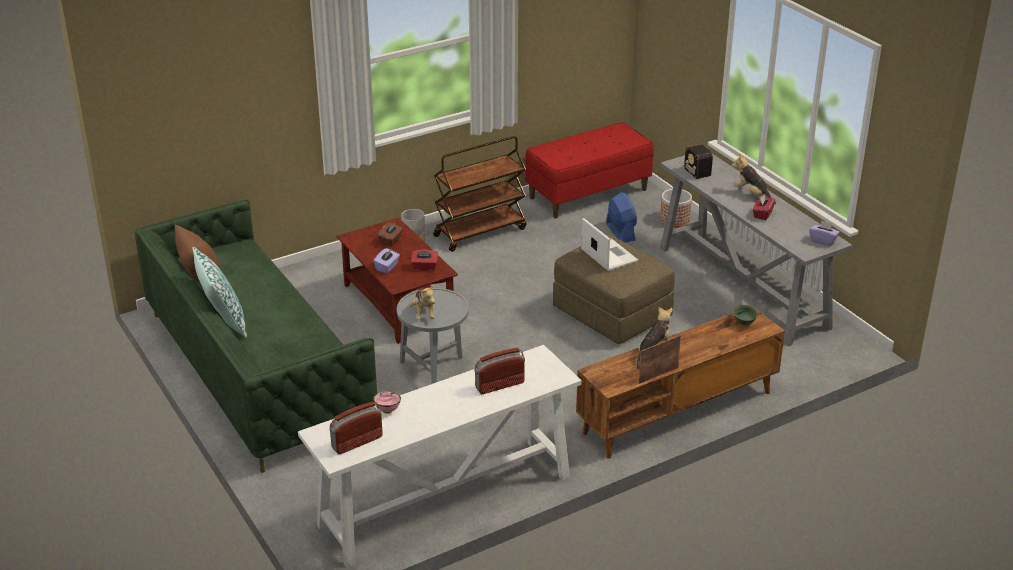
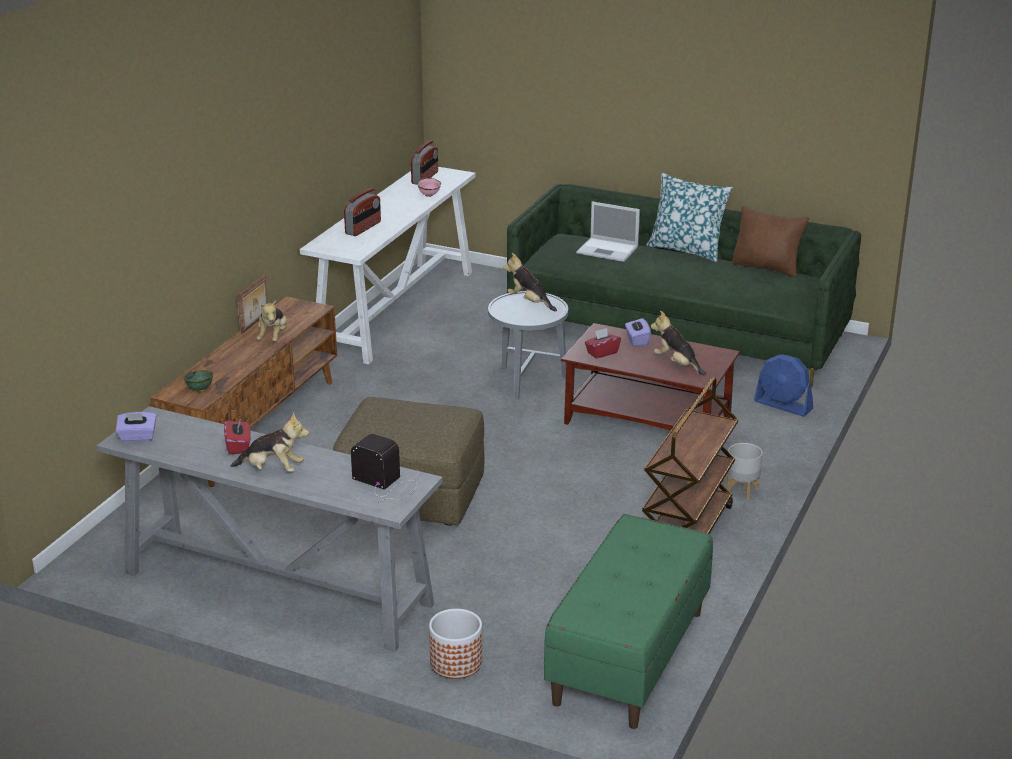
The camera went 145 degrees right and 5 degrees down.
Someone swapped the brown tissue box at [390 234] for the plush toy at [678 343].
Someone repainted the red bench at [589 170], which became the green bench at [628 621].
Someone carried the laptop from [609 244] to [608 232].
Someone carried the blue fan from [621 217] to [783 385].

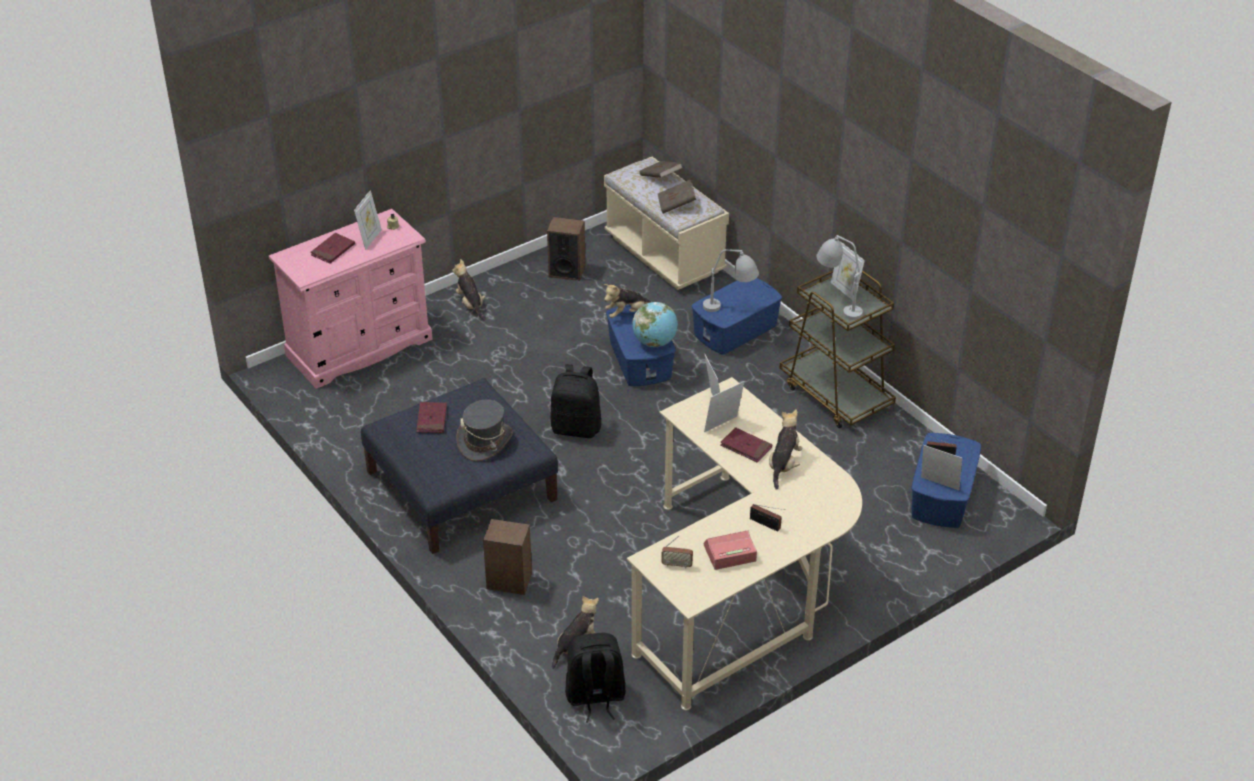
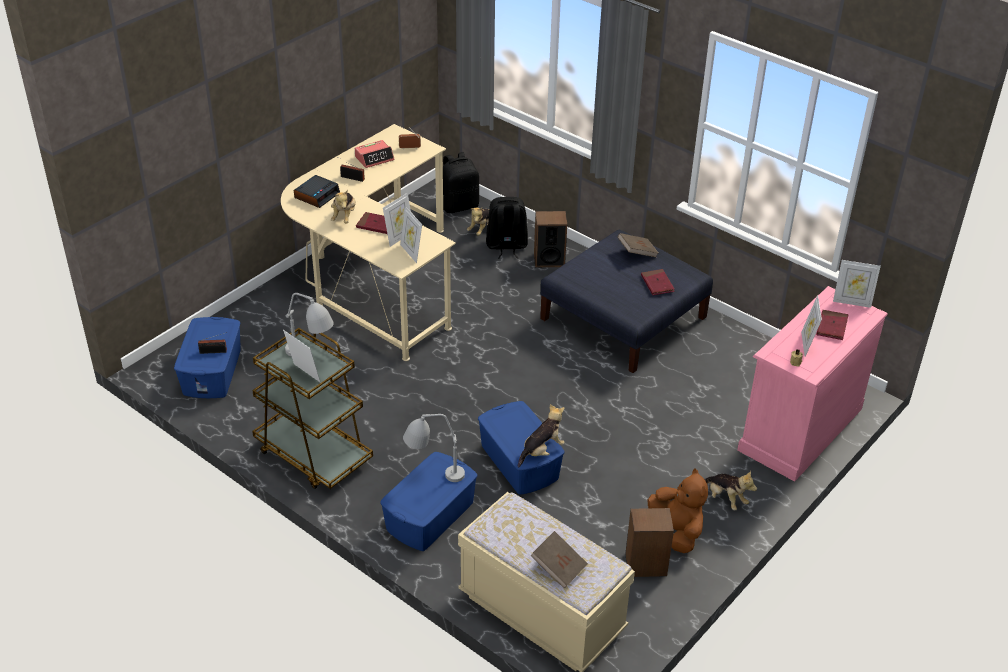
The camera went 165 degrees right and 0 degrees up.
Someone took away the grey hat at [484 430].
Someone carried the black backpack from [576 401] to [507 228].
Someone took away the globe at [655 324].
Someone carried the brown book from [677 197] to [637 245].
Someone carried the picture frame from [941 467] to [857 284].
Someone put down the alarm clock at [317 191].
Someone put down the brown plush toy at [678 510].

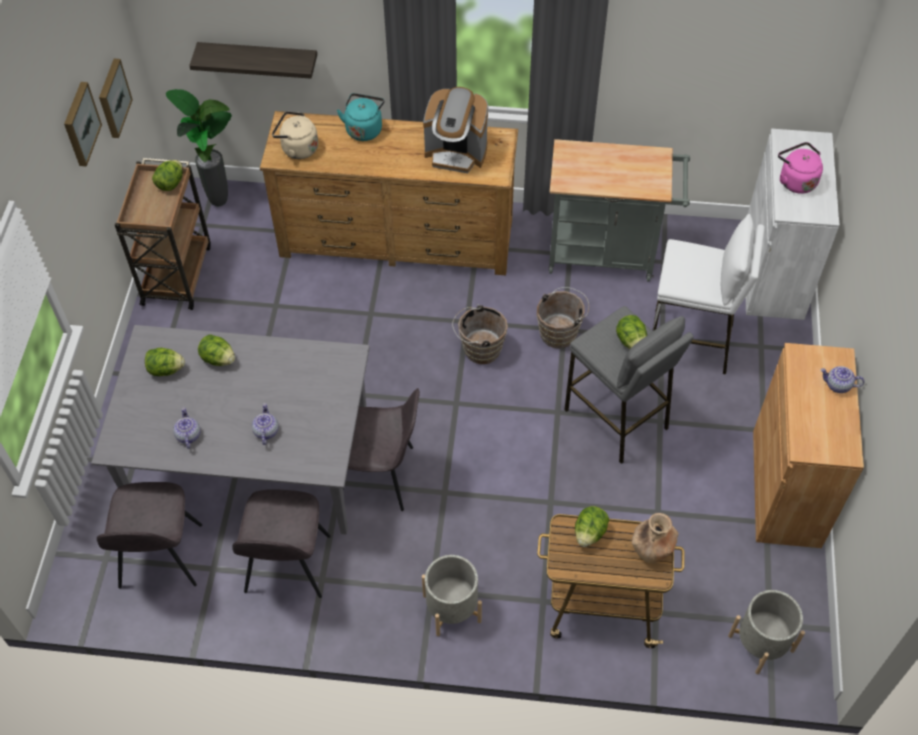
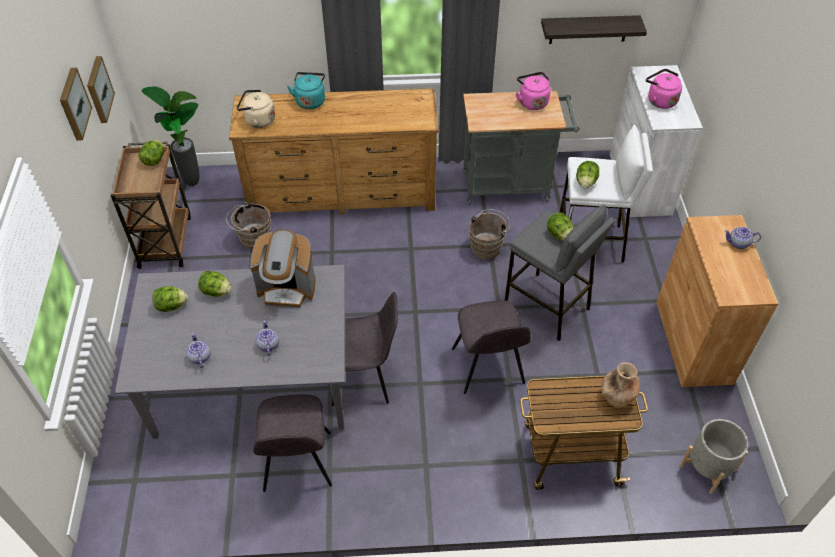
The camera went 10 degrees left and 5 degrees down.
Someone carried the grey chair from [149 535] to [491 347].
Someone carried the shelf from [253 60] to [594 29].
Someone took away the grey planter at [452 595].
Someone carried the coffee machine from [455 130] to [282 269].
Someone carried the brown bucket from [480 334] to [248 226].
Someone carried the lettuce from [592 526] to [587 174].
Someone put down the pink kettle at [533 91].

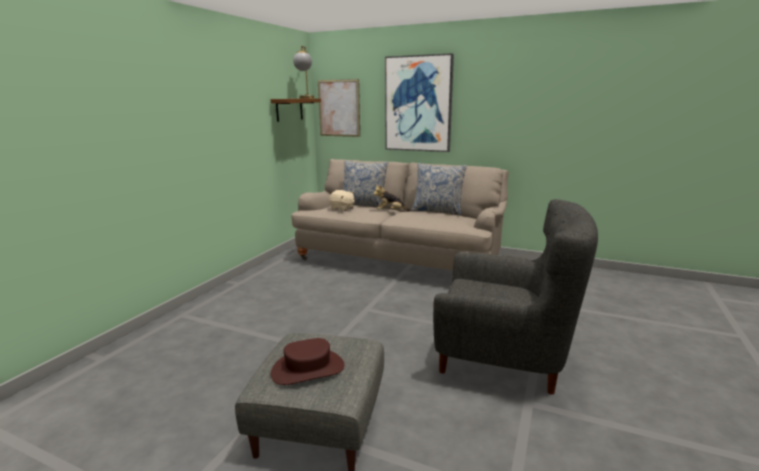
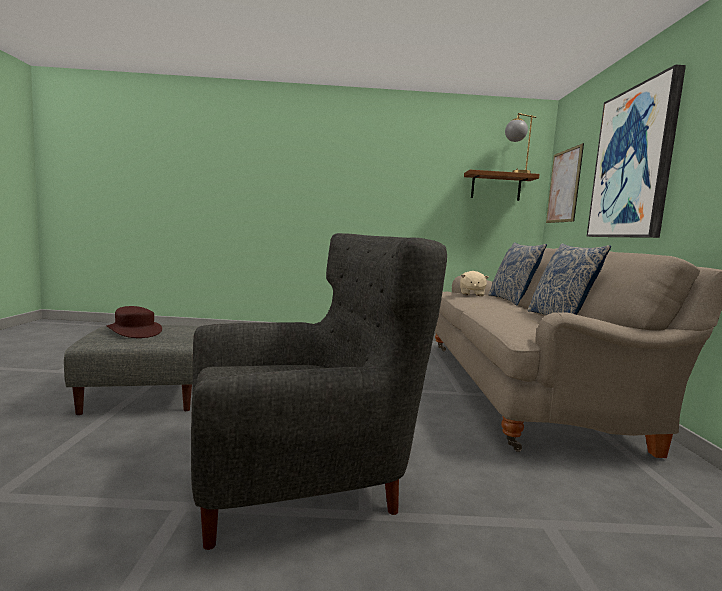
The camera went 65 degrees right and 10 degrees down.
Someone took away the plush toy at [391 198].
Someone rotated the grey armchair at [515 297] by 105 degrees counterclockwise.

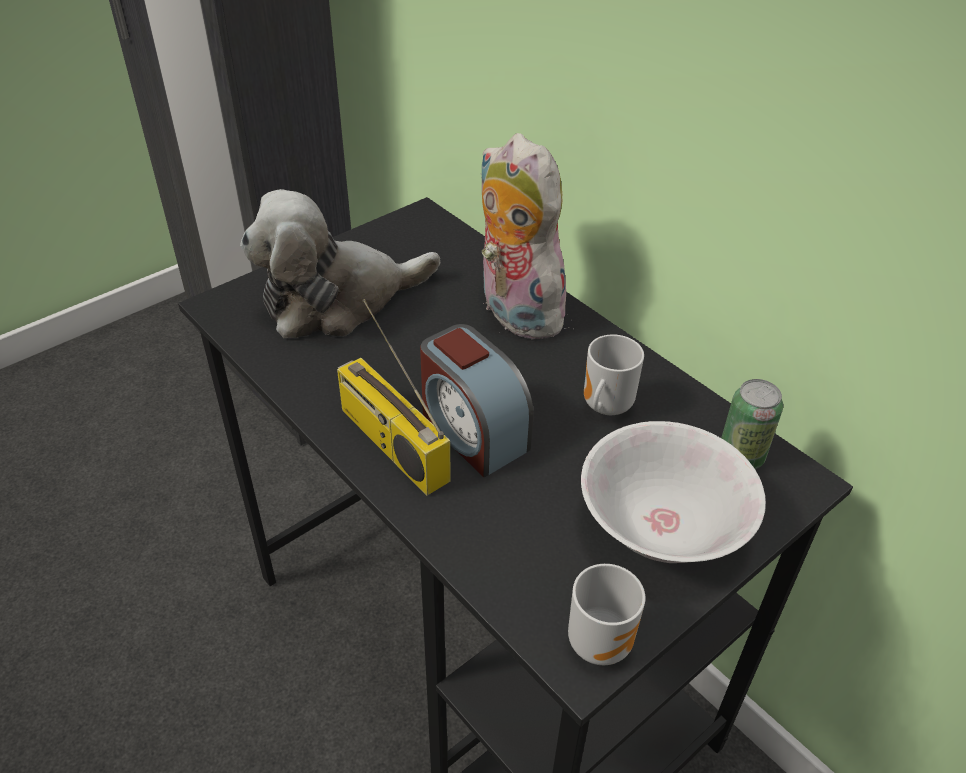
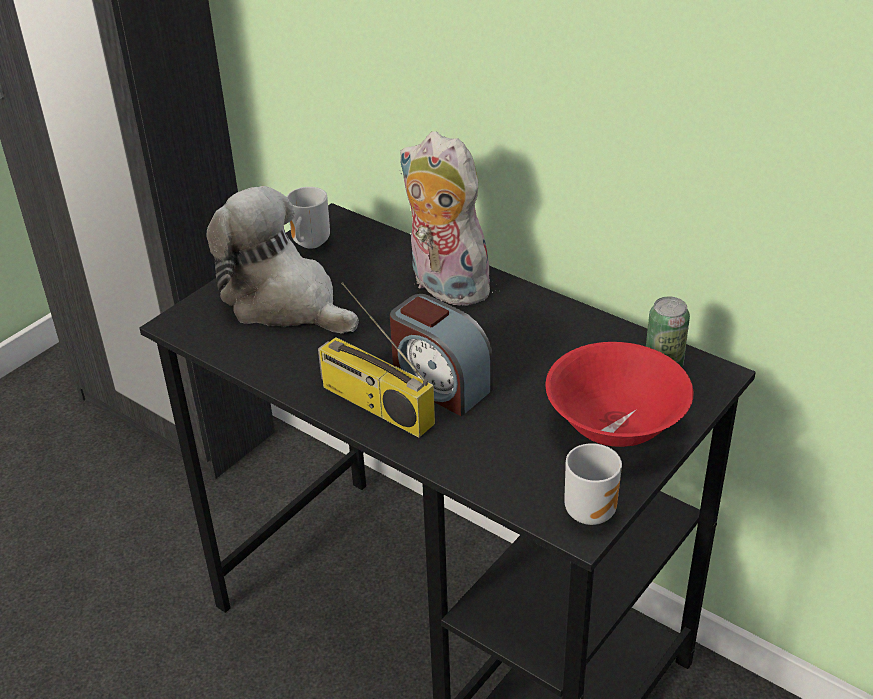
The camera went 10 degrees left and 5 degrees down.
Someone rotated the plush toy at [340 263] by 75 degrees clockwise.
Someone repainted the white bowl at [673 492], which became the red bowl at [619 394].
Someone carried the mug from [614 374] to [308 218].

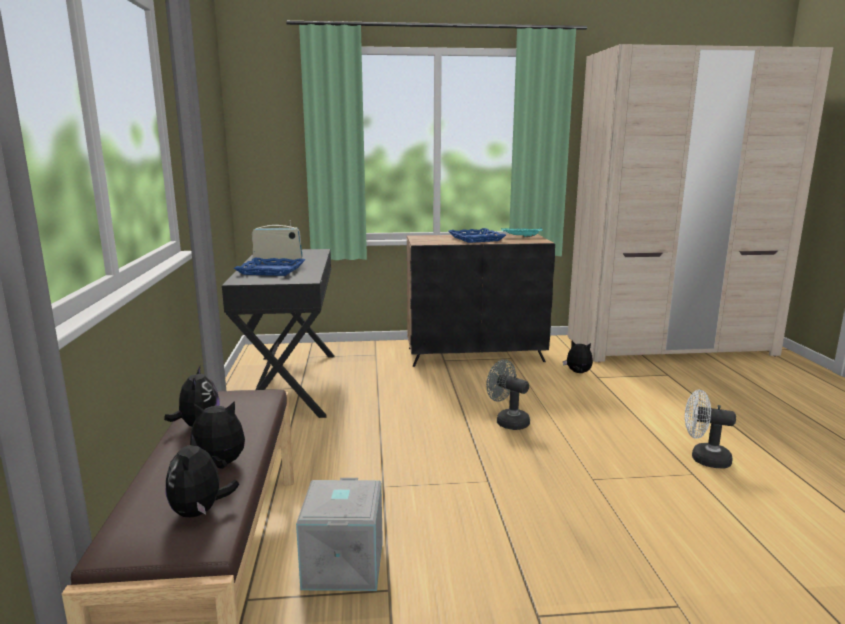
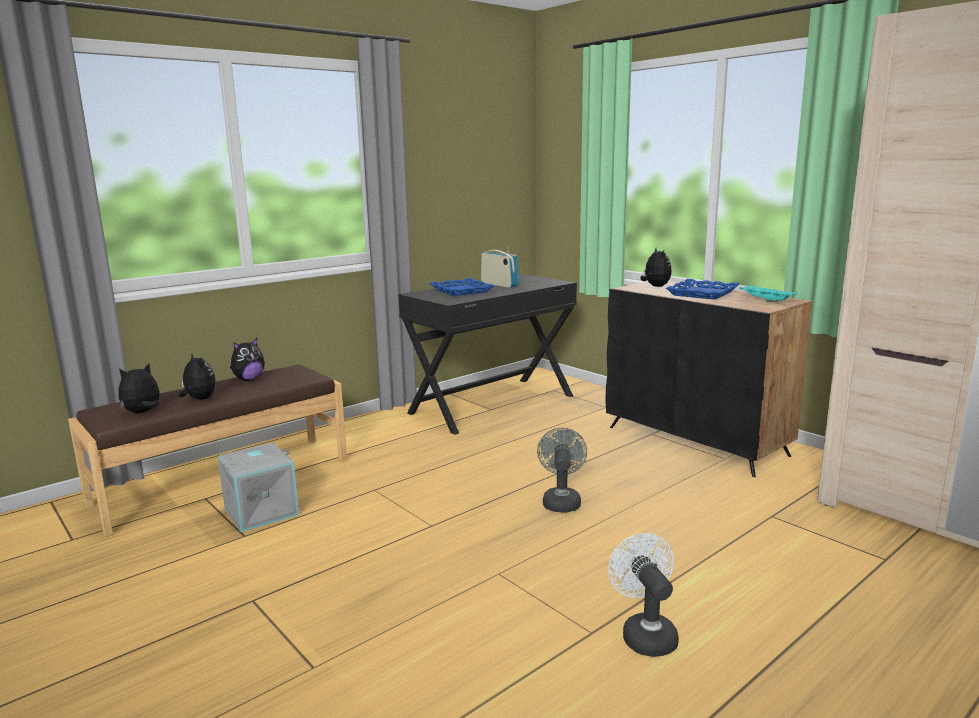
The camera went 55 degrees right and 0 degrees up.
Someone carried the plush toy from [578 357] to [656 267].

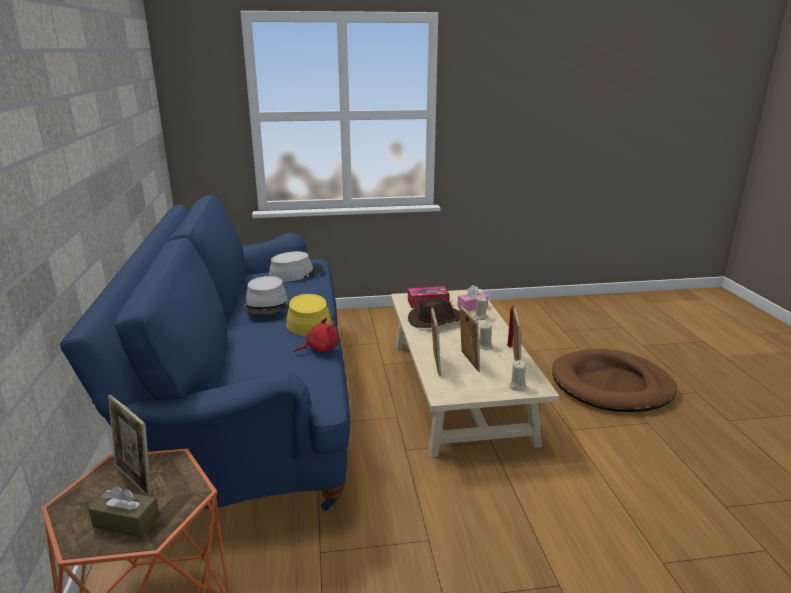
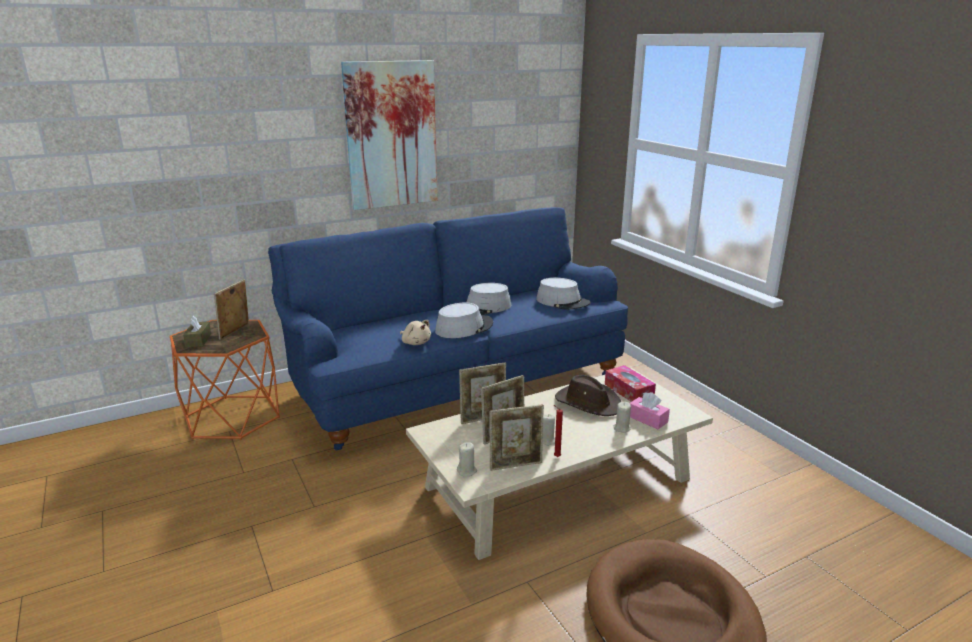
The camera went 70 degrees right and 0 degrees up.
Someone repainted the yellow hat at [309 315], which became the grey hat at [464 320].
Someone repainted the red plush toy at [316 335], which became the beige plush toy at [415 332].
Someone put up the picture at [389 135].

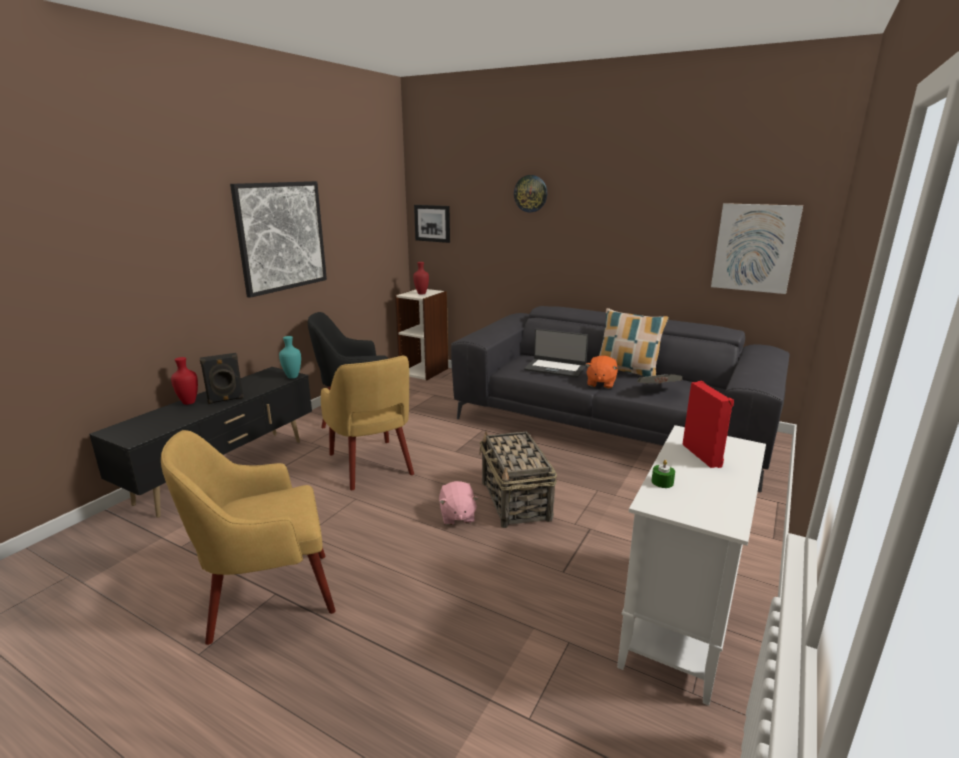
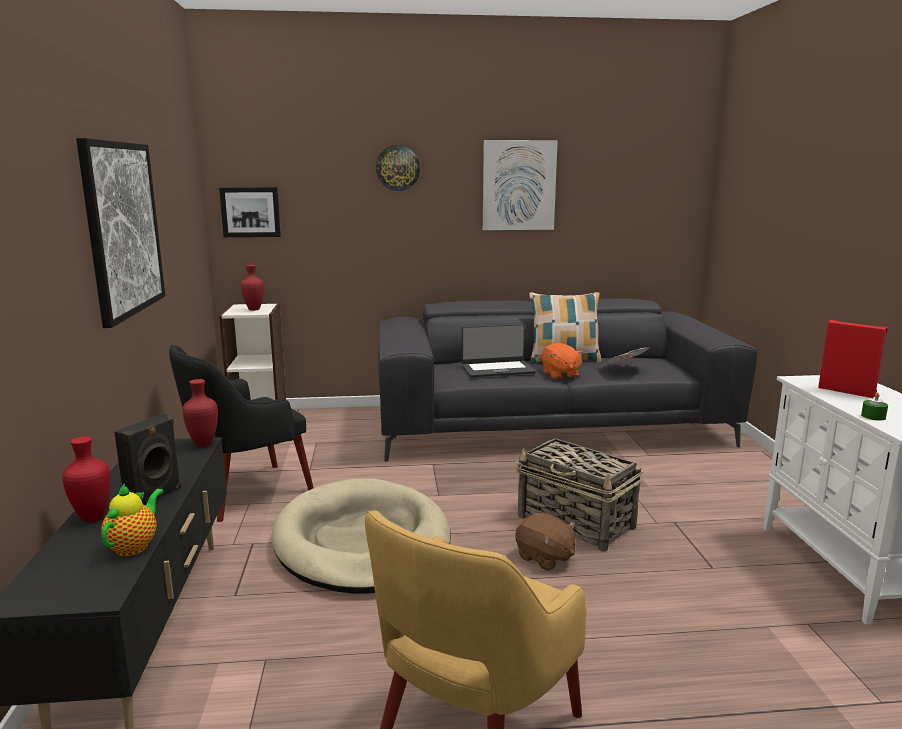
The camera went 35 degrees left and 5 degrees down.
Someone repainted the turquoise vase at [290 357], which became the red vase at [200 413].
Someone swapped the yellow armchair at [367 423] for the beige dog bed at [361 536].
Someone repainted the pink plush toy at [459 503], which became the brown plush toy at [545 542].
Someone carried the picture from [757 248] to [520 185].
Someone put down the teapot at [132 520].

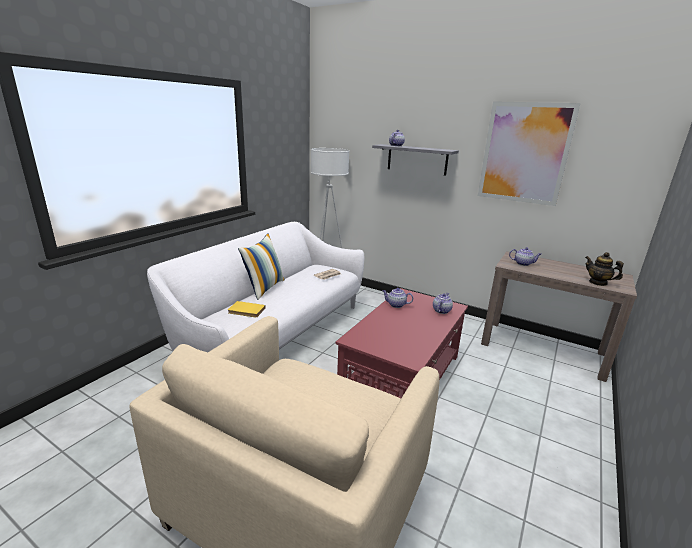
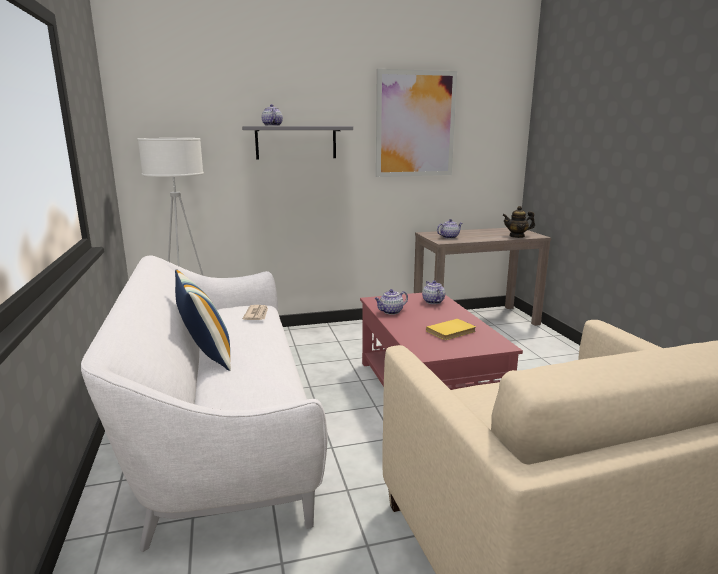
The camera went 45 degrees left and 5 degrees down.
Someone carried the yellow book from [247 309] to [451 329].

